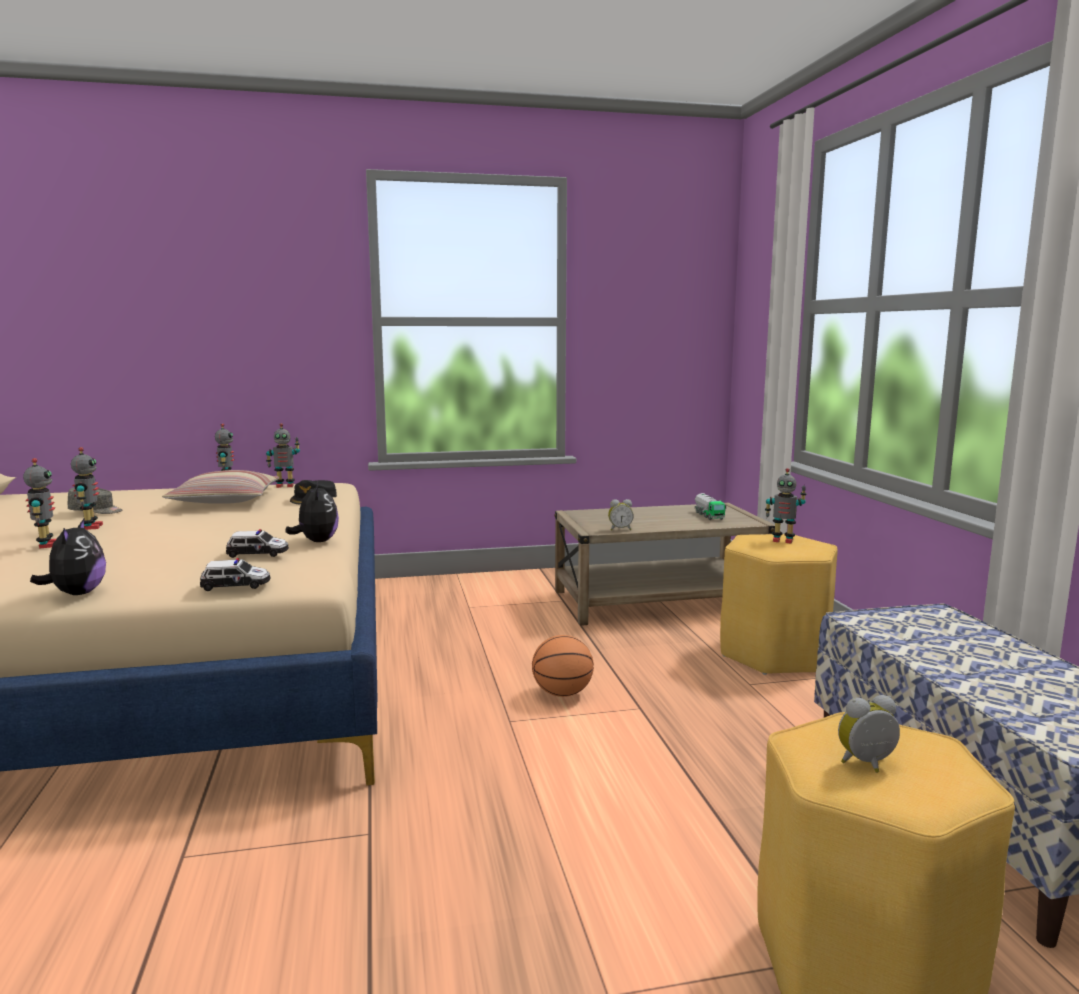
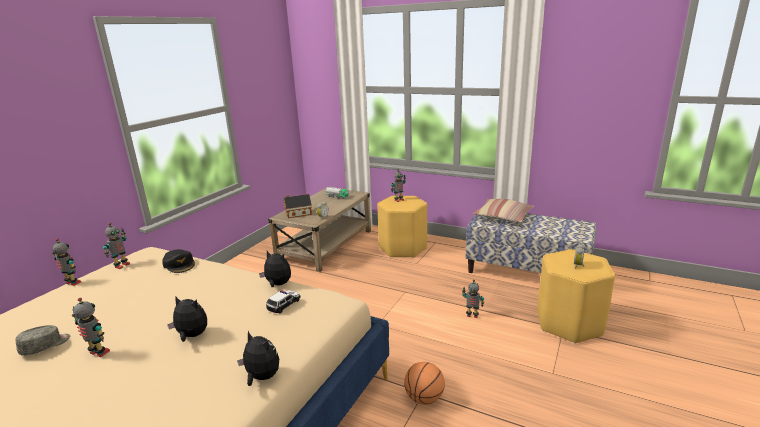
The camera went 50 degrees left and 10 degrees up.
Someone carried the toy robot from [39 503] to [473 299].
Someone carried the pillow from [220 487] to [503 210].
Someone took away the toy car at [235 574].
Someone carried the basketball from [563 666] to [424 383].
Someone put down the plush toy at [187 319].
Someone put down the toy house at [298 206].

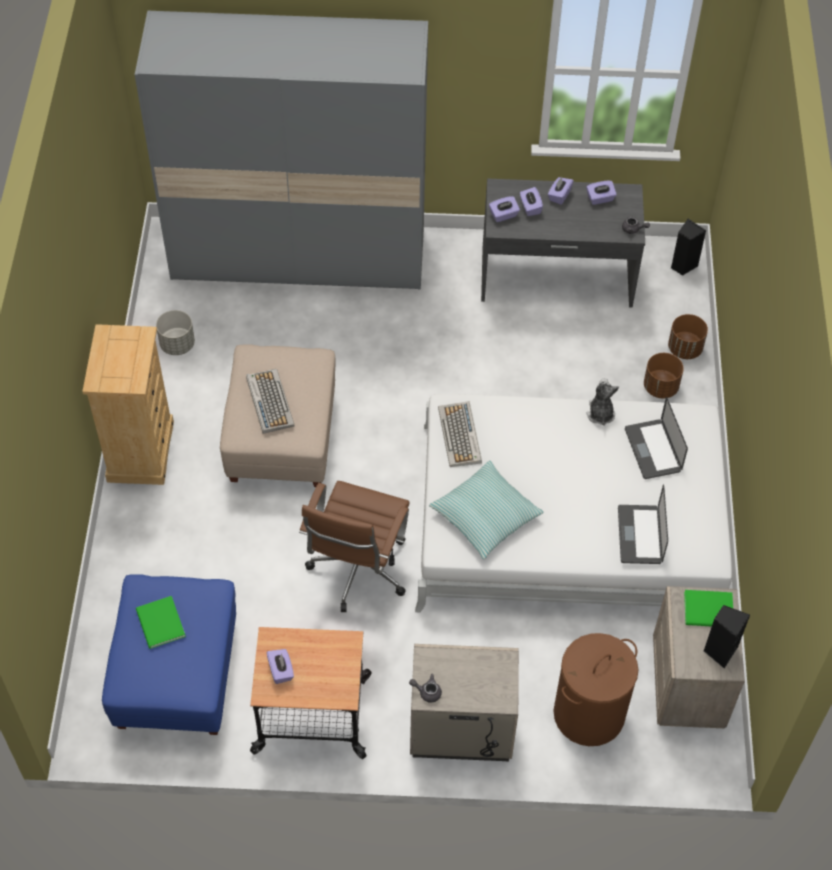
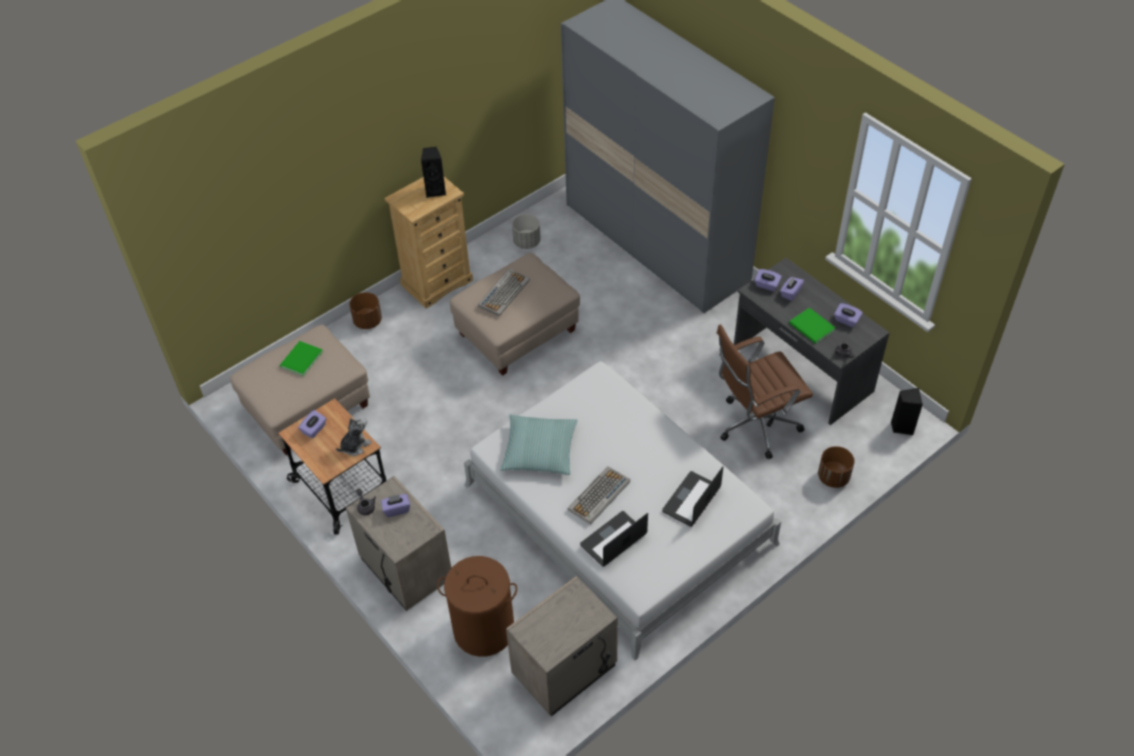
The camera went 50 degrees right and 5 degrees down.
Someone repainted the blue ottoman at [169 654], which became the beige ottoman at [300 390].
Someone carried the brown office chair from [354 546] to [765 392].
Someone carried the keyboard from [460 434] to [598 495].
Someone carried the purple tissue box from [561 191] to [395 505].
Someone carried the plush toy from [603 402] to [354 437].
Someone carried the brown planter from [664 375] to [365 310].
Someone carried the green book from [708 608] to [812 326].
Someone carried the black speaker from [726 636] to [433 172].

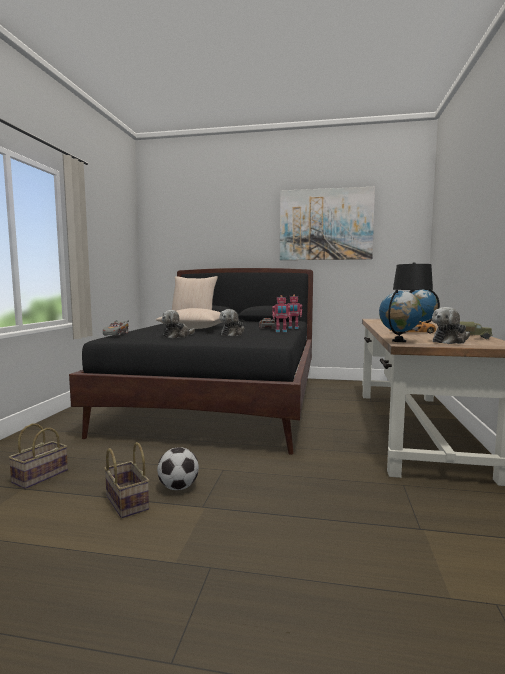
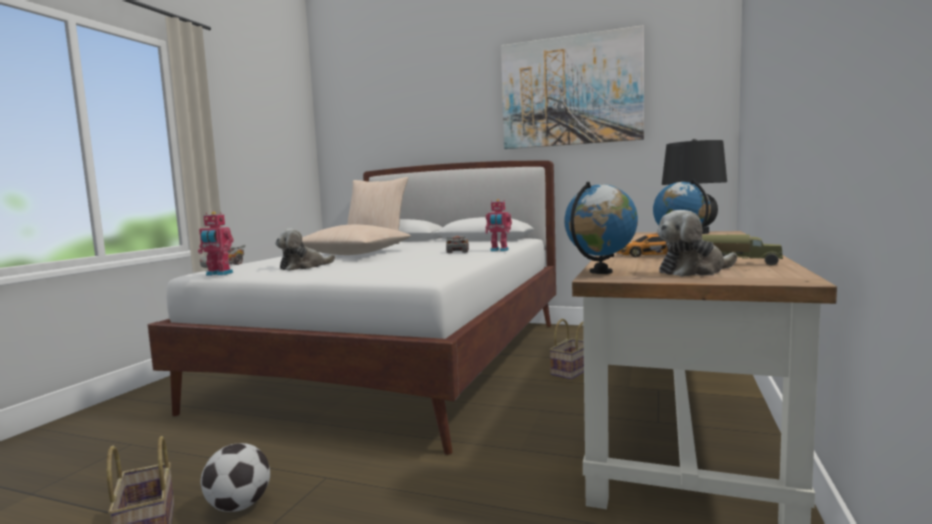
The camera went 10 degrees right and 0 degrees up.
Someone carried the basket from [38 456] to [566 349].
Someone repainted the black bed at [191 361], which became the white bed at [351 307].
Someone took away the plush toy at [232 322].
Someone carried the toy robot from [281 313] to [216 244].

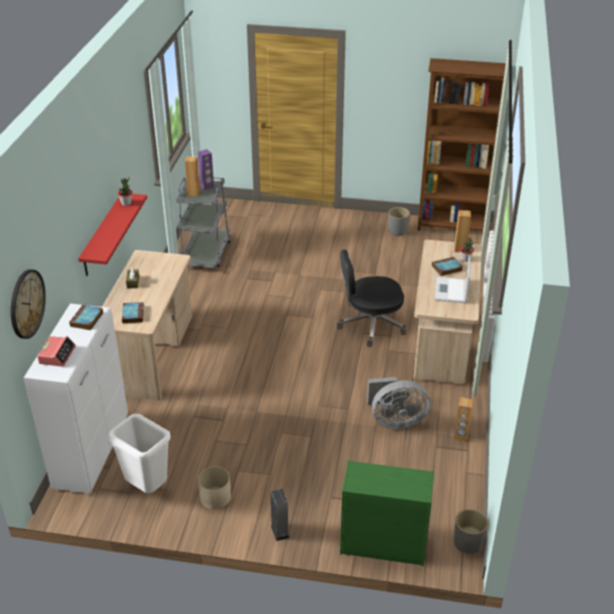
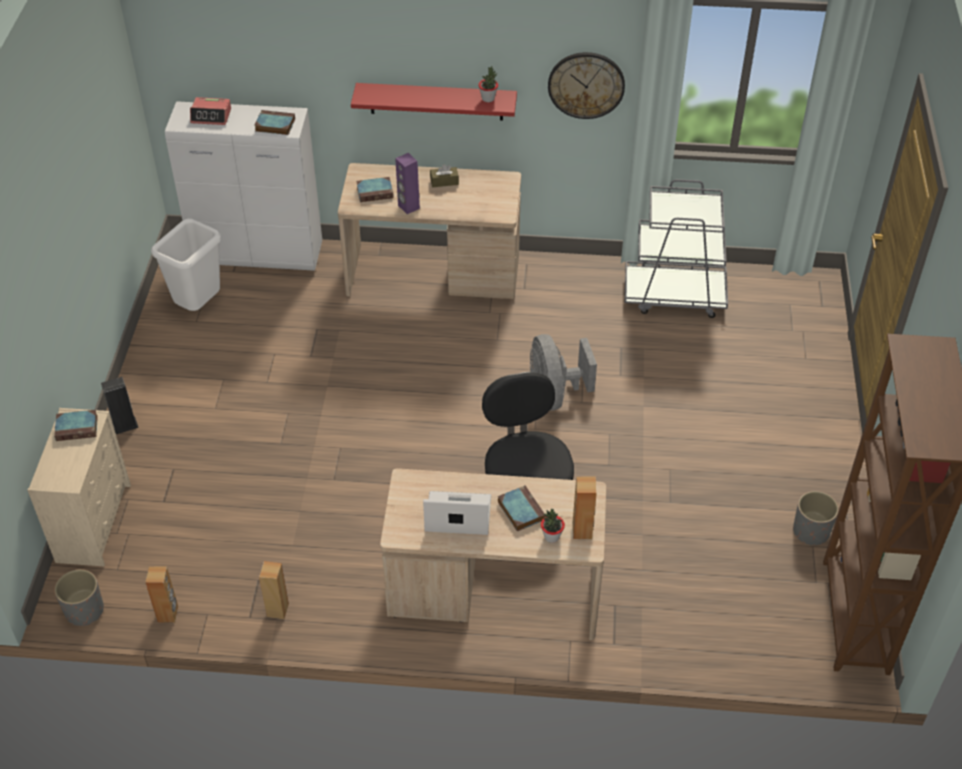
The camera went 85 degrees right and 10 degrees up.
Someone carried the wall clock from [28 304] to [586 85].
Someone carried the brown speaker from [192 176] to [161 594].
Someone carried the purple speaker from [206 169] to [407 183].
Someone took away the beige planter at [214 487].
Someone repainted the green dresser at [387 513], which became the beige dresser at [79 487].
Someone carried the grey fan from [398 403] to [563 372].
Someone put down the book at [76 425].

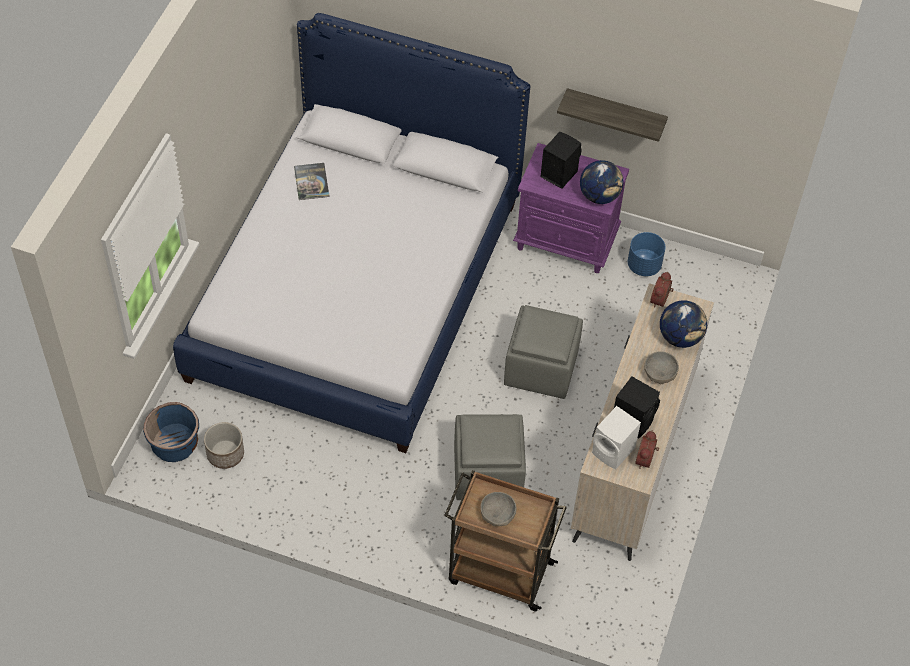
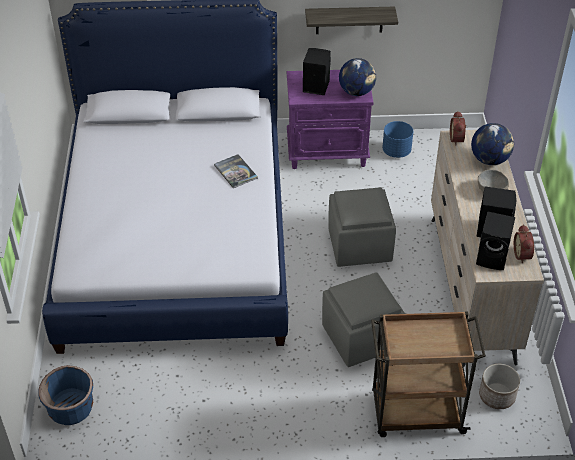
The camera went 20 degrees left and 10 degrees down.
Someone carried the planter from [224 445] to [499 386].
Someone carried the book from [311 181] to [236 171].
Someone took away the grey bowl at [498 509].
Someone repainted the white speaker at [616 437], which became the black speaker at [495 240].

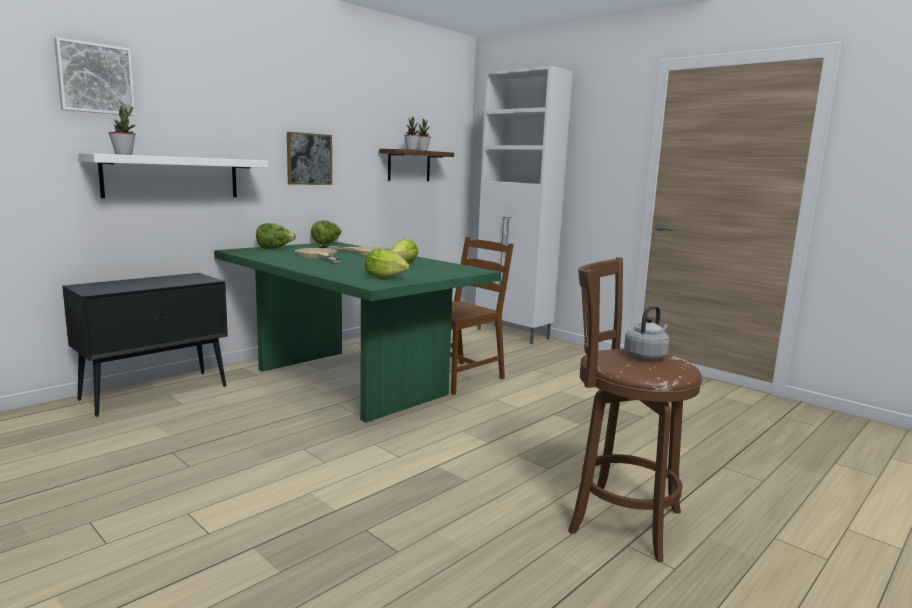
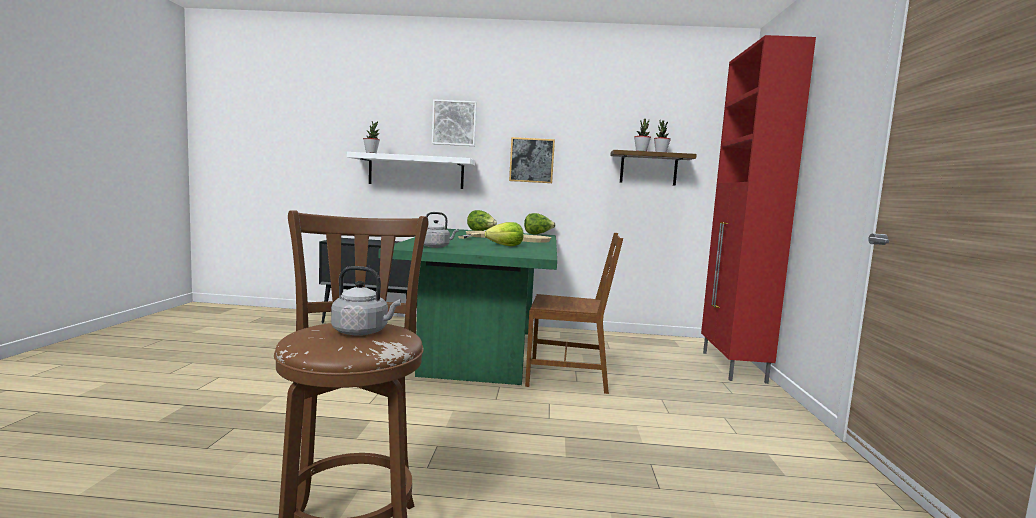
The camera went 50 degrees right and 5 degrees down.
Someone carried the picture from [94 76] to [454 122].
Someone swapped the lettuce at [387 263] for the grey kettle at [441 230].
Someone repainted the white cabinet at [524 205], which became the red cabinet at [758 209].

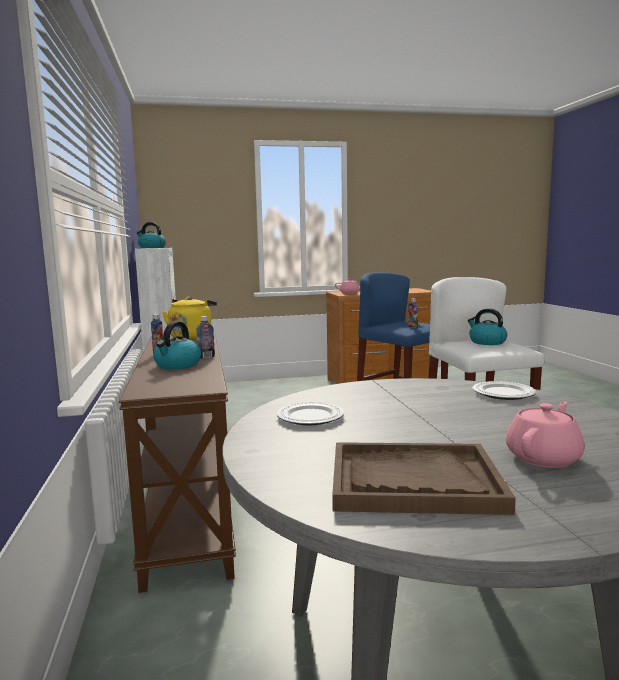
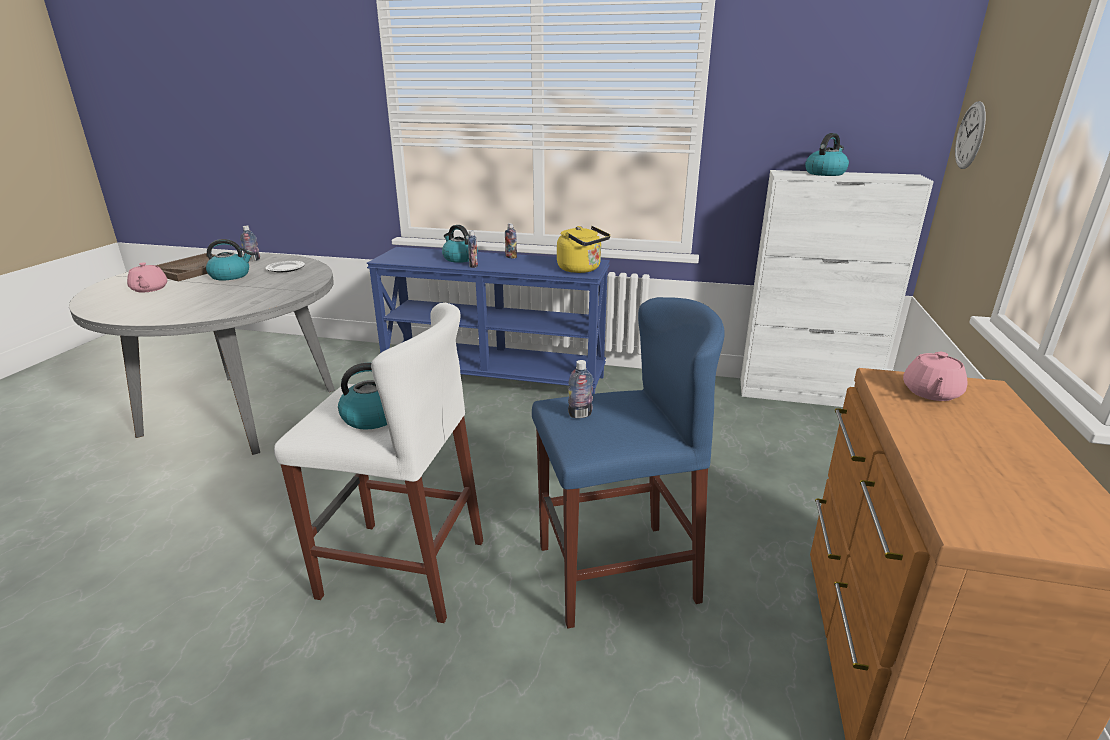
The camera went 115 degrees right and 15 degrees up.
Someone repainted the brown console table at [177 463], which became the blue console table at [488 320].
Someone took away the plate at [504 390].
Someone put down the kettle at [229 260].
Someone put down the bottle at [250 243].
Someone put up the wall clock at [970 135].

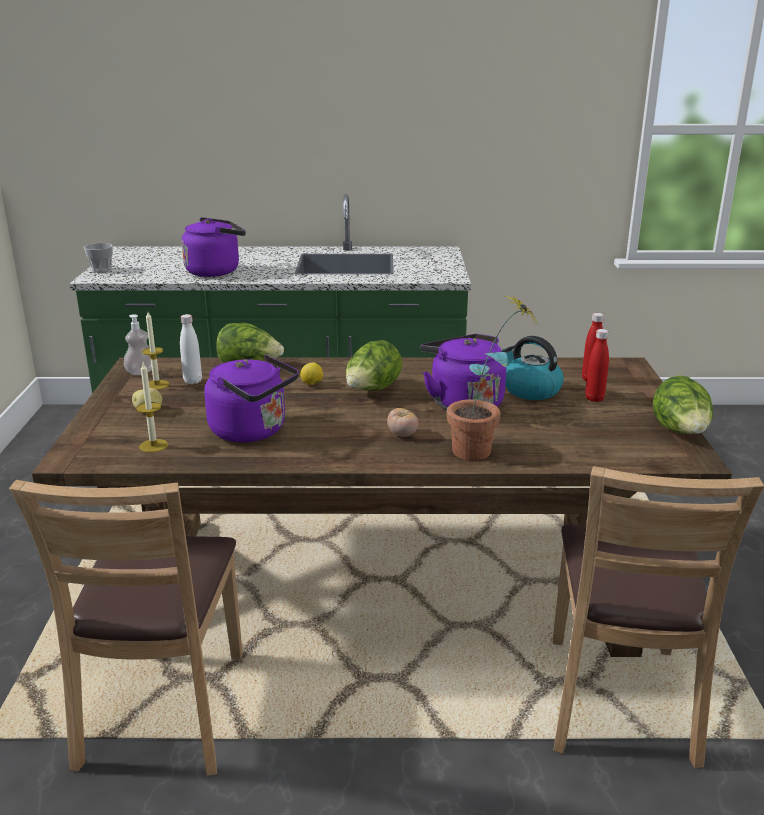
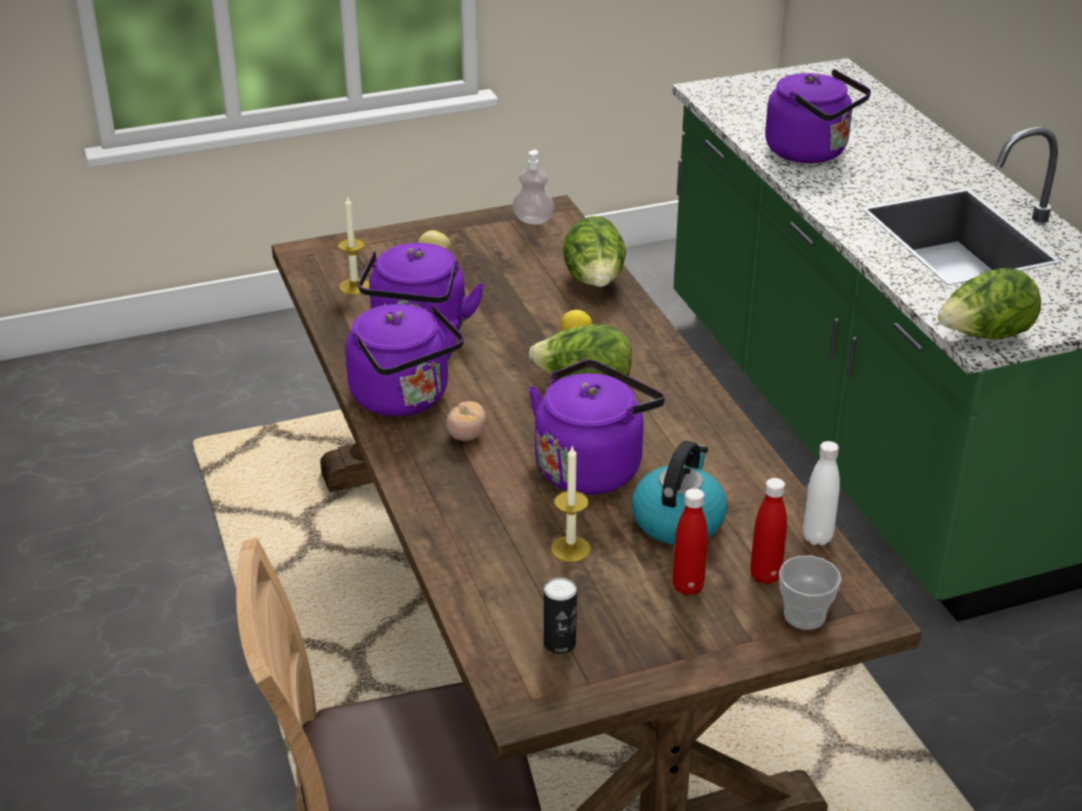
The camera went 70 degrees right and 10 degrees up.
Someone took away the brown chair at [126 628].
Someone carried the cup from [98 258] to [810 593].
Someone carried the candle from [155 351] to [570 503].
Someone carried the white bottle from [191 349] to [821 493].
Someone took away the potted plant at [492 378].
Someone carried the lettuce from [683 404] to [989 304].
Someone put down the purple kettle at [404 360].
Someone put down the can at [560 615].

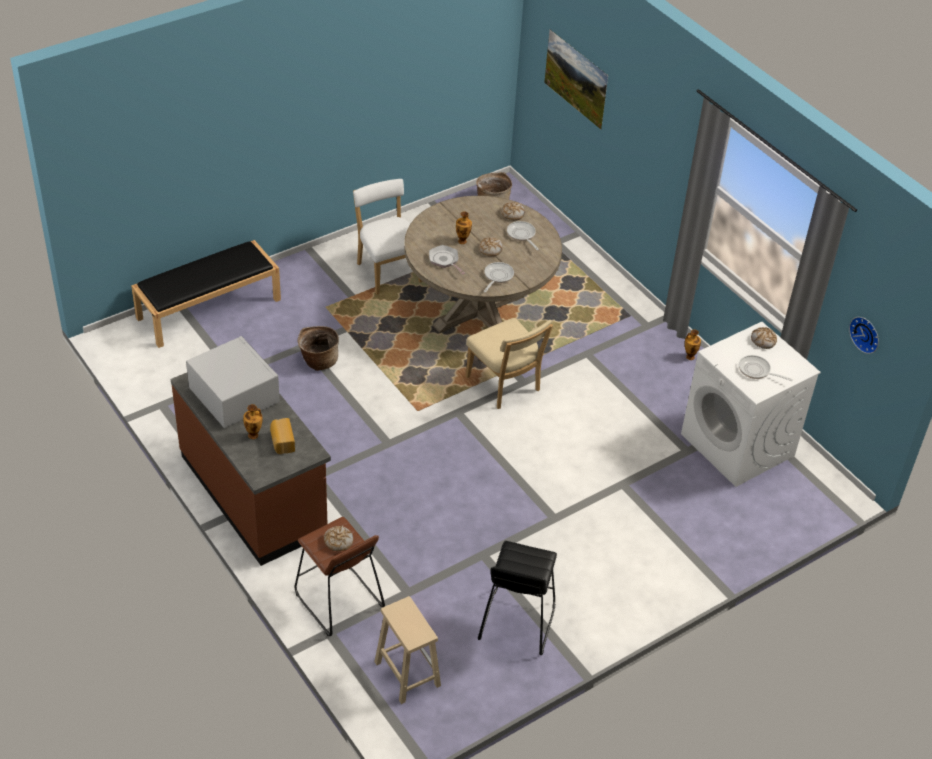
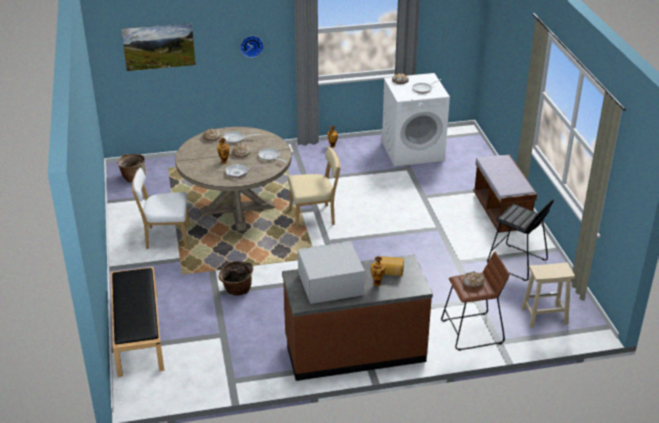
The camera went 65 degrees left and 10 degrees down.
Someone carried the wall clock from [864 335] to [252 47].
Someone put down the brown bench at [505 194].

